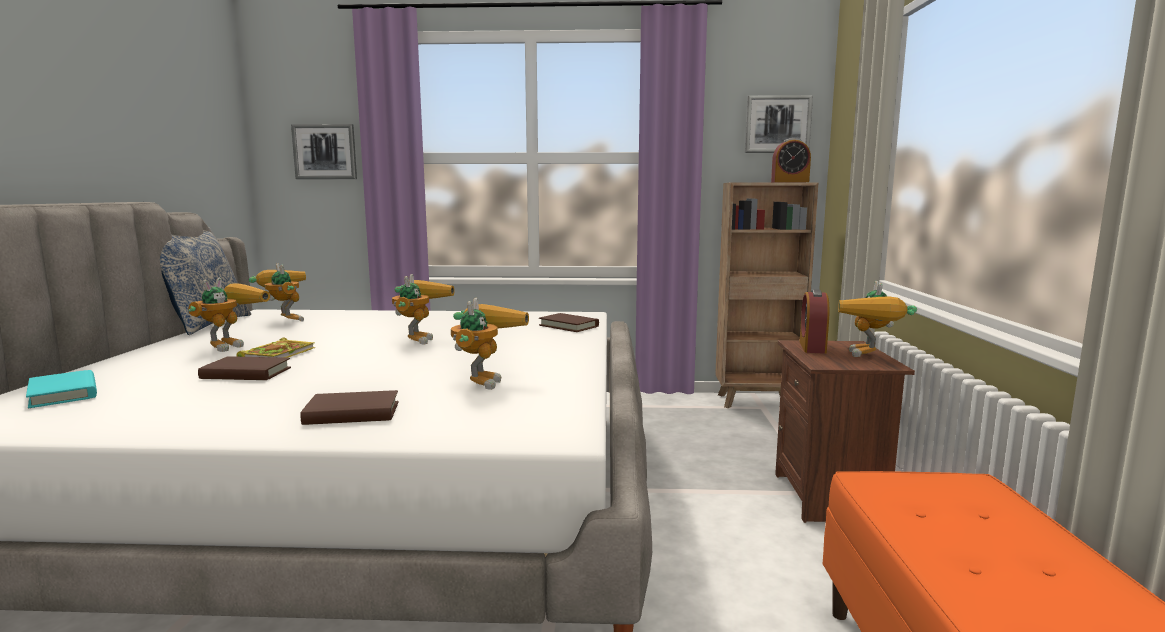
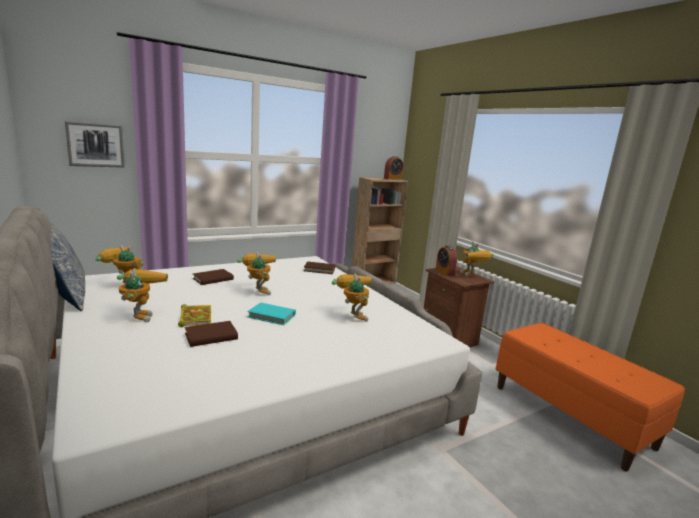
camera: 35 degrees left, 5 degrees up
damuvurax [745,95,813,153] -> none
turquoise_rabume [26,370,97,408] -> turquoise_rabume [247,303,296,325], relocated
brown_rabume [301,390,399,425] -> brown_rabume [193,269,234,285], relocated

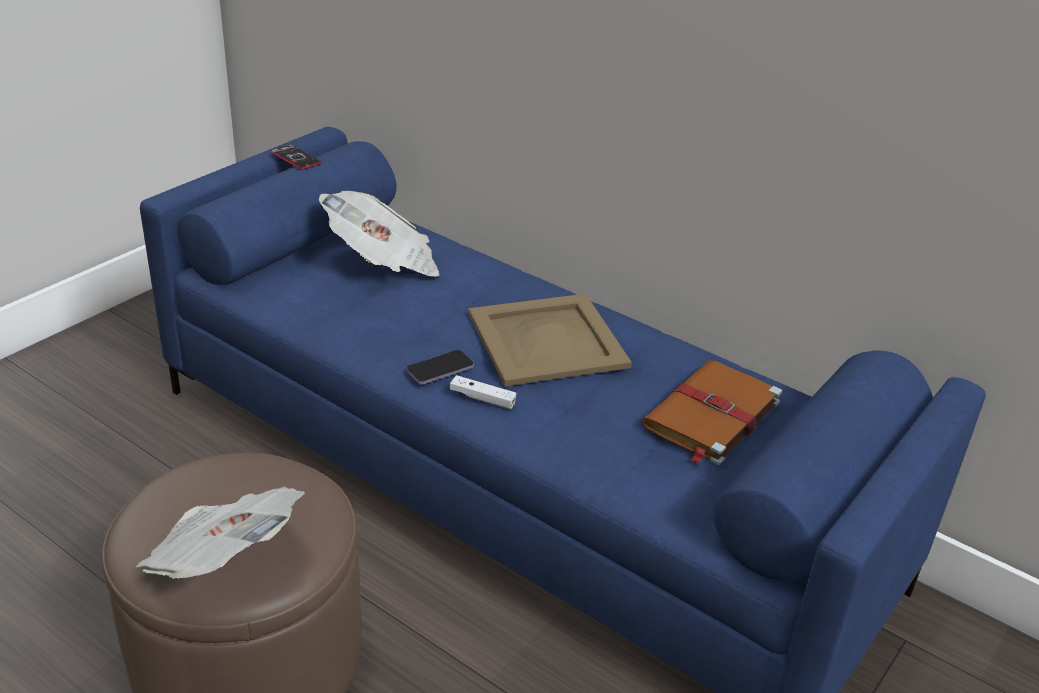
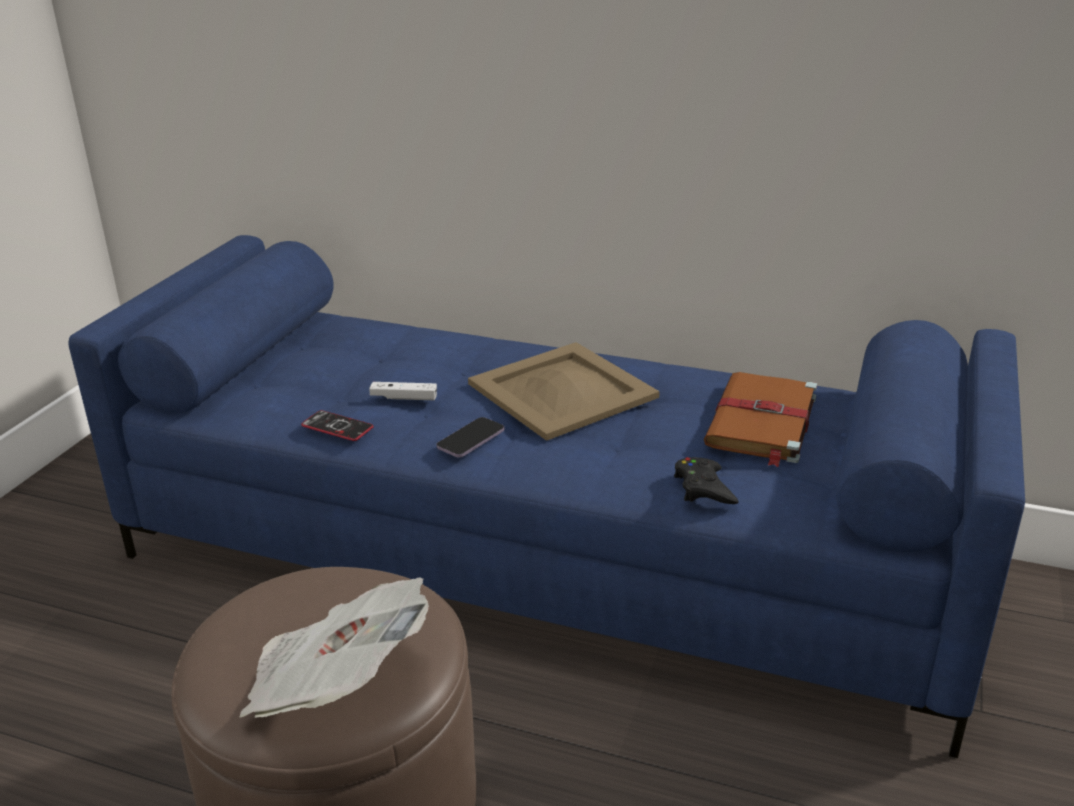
camera: 15 degrees left, 5 degrees down
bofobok [270,144,322,170] -> bofobok [301,410,374,441], relocated
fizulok [319,191,440,277] -> none
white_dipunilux [450,375,516,409] -> white_dipunilux [369,382,437,400], relocated
none -> black_dipunilux [674,457,739,504]

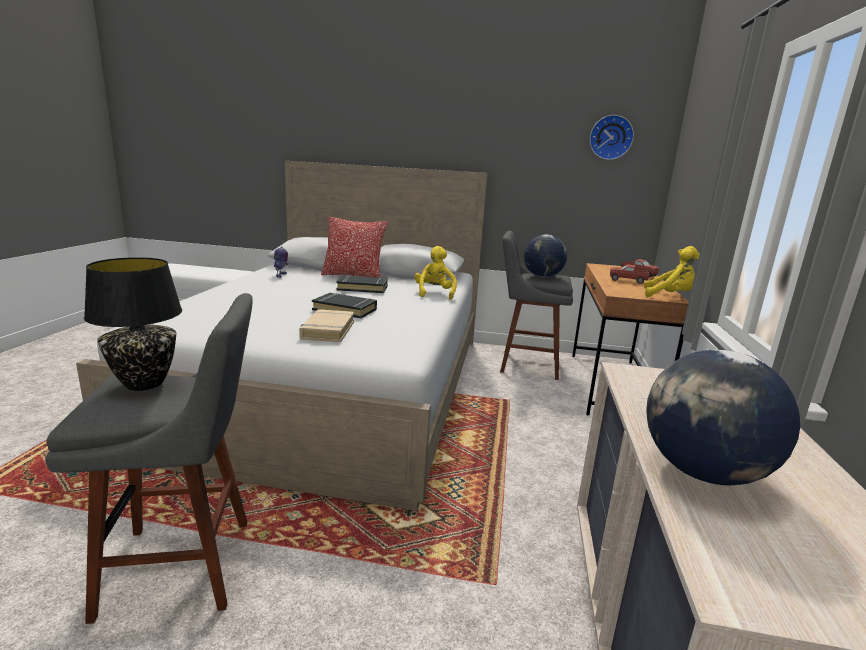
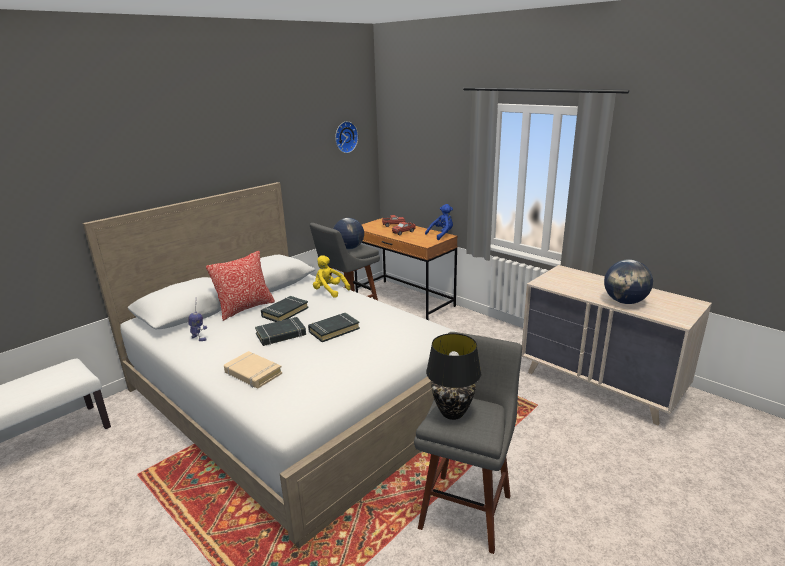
camera: 55 degrees left, 5 degrees up
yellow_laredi [644,246,700,297] -> blue_laredi [425,204,453,240]
beige_rabume [299,309,354,342] -> beige_rabume [224,351,282,389], relocated
none -> black_rabume [255,317,306,346]

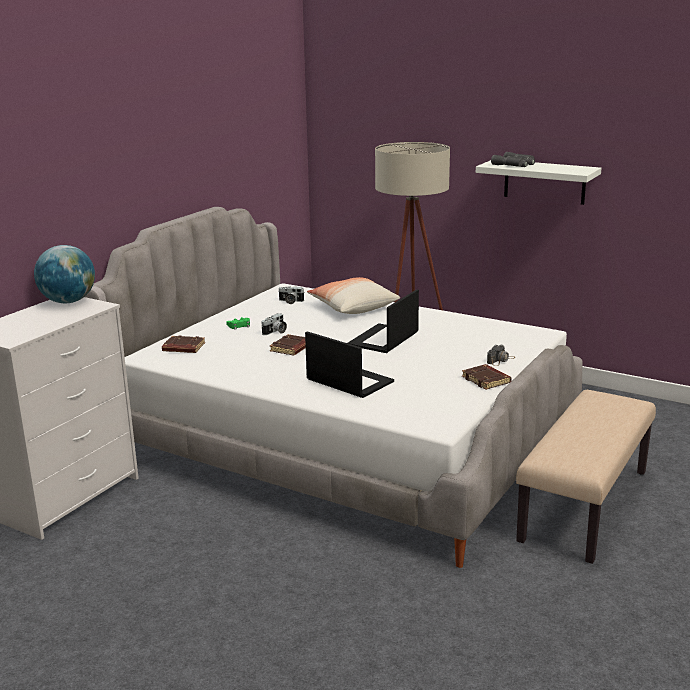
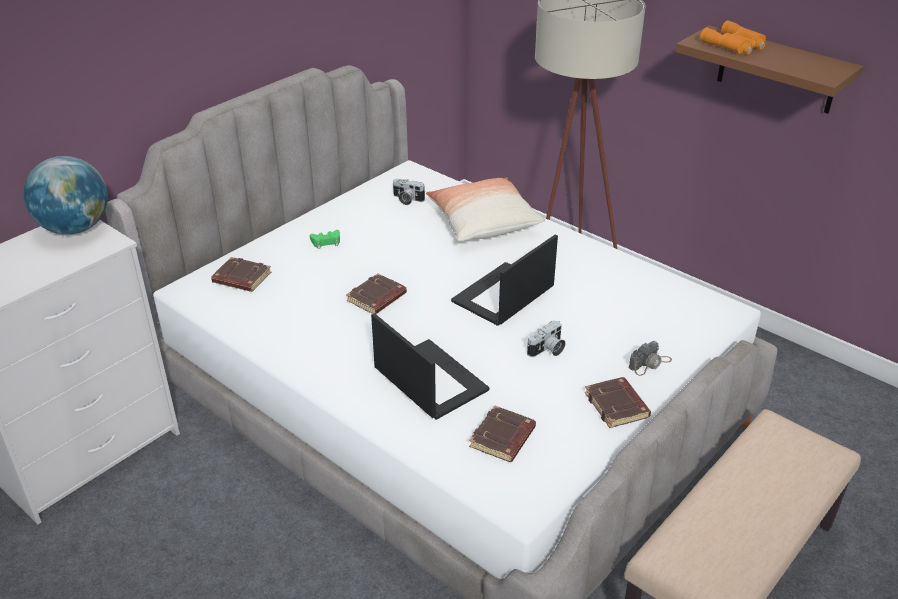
camera: 10 degrees right, 15 degrees up
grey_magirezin [491,152,535,167] -> orange_magirezin [700,20,766,54]
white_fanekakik [476,160,602,205] -> brown_fanekakik [675,26,864,114]
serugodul [261,313,287,335] -> serugodul [527,320,565,357], relocated
none -> brown_rabume [469,405,536,462]

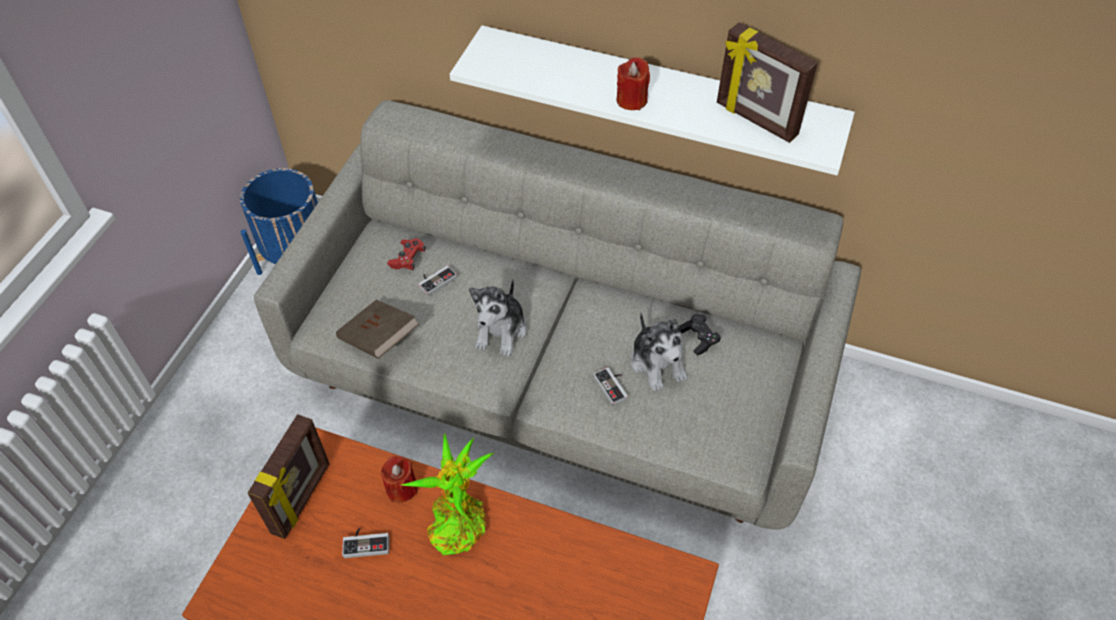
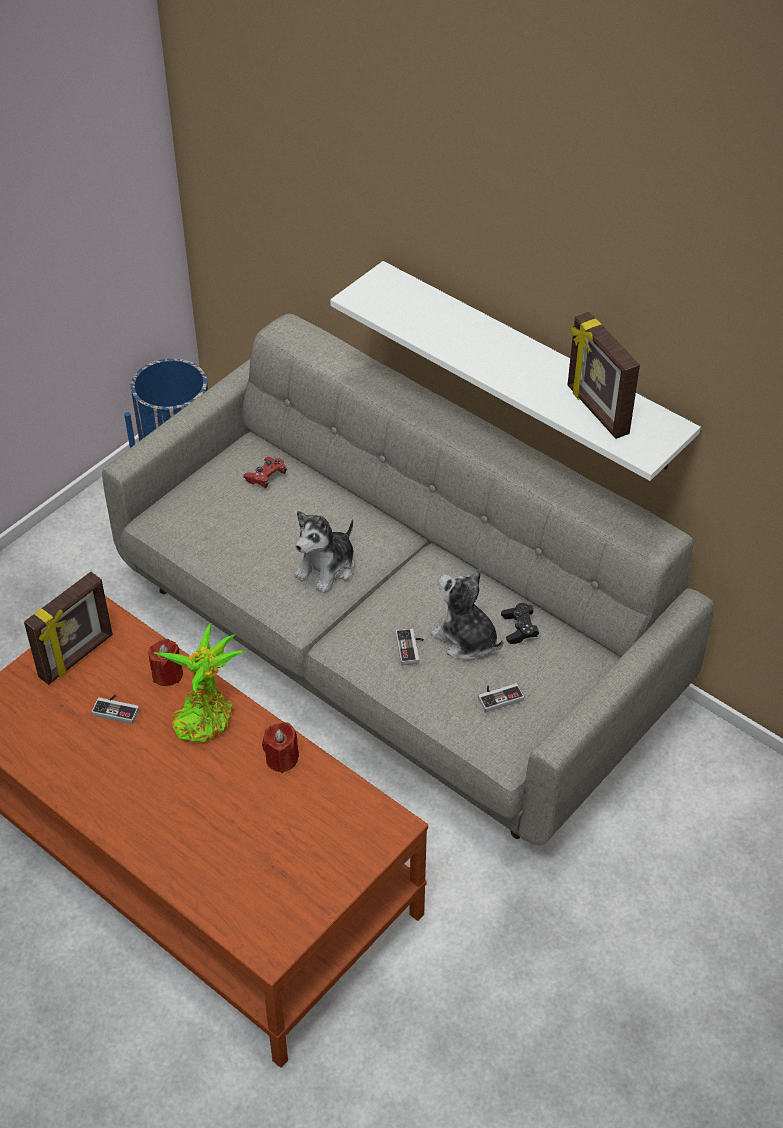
camera: 20 degrees right, 5 degrees down
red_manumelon [617,57,650,110] -> red_manumelon [262,722,299,773], relocated
dipunilux [418,266,457,296] -> dipunilux [478,683,524,712], relocated
brown_rabume [336,300,419,359] -> none
laredi [631,312,687,392] -> laredi [431,569,503,661], 135 degrees clockwise

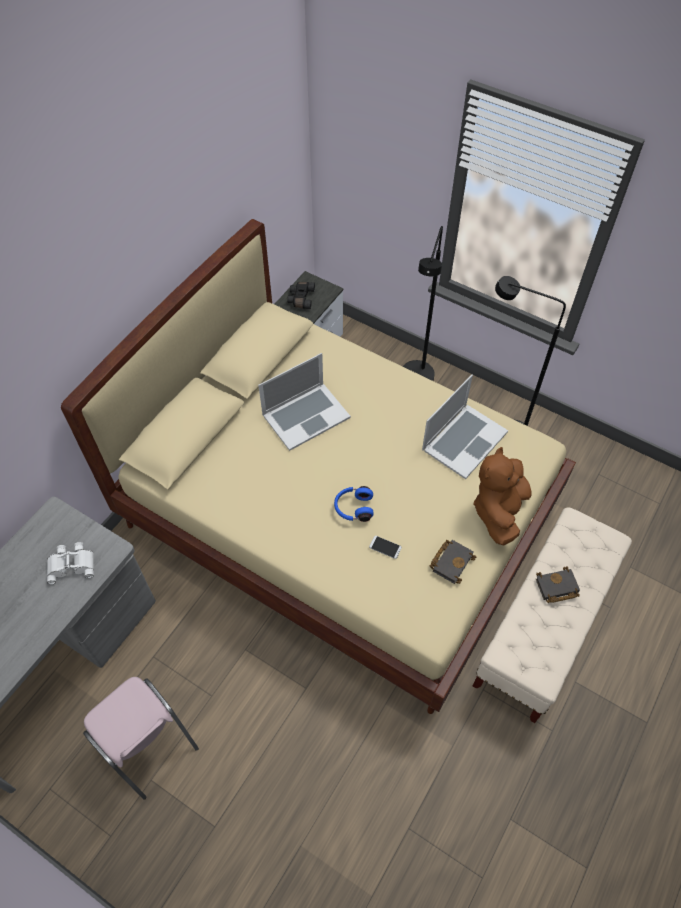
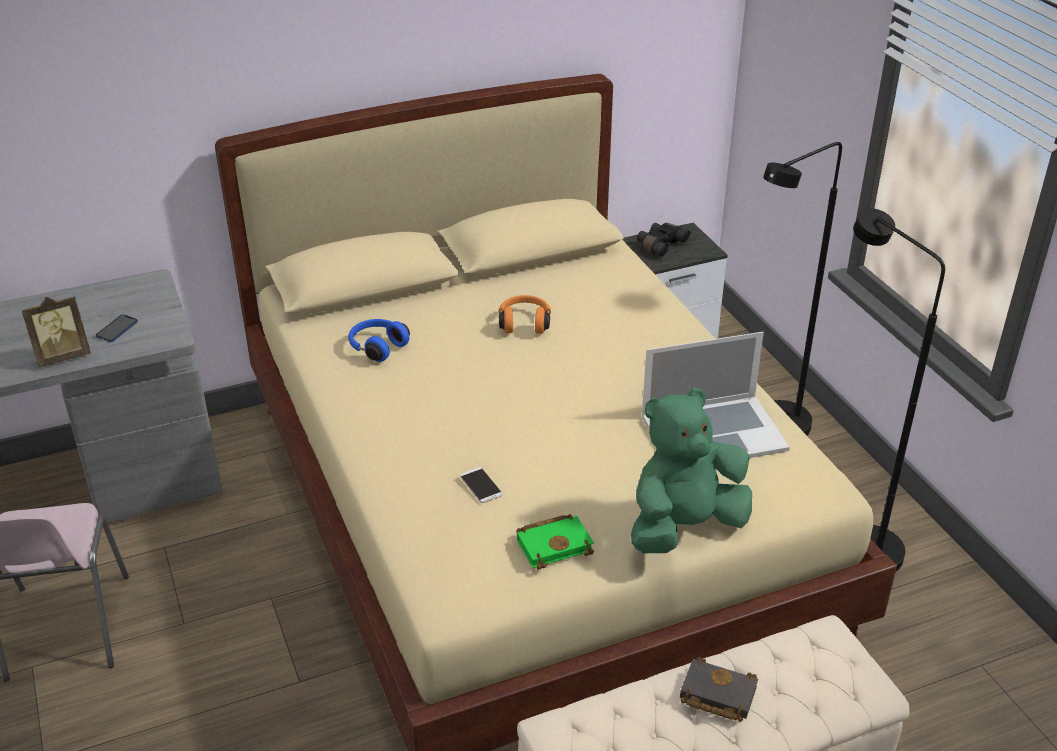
camera: 35 degrees right, 20 degrees down
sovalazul [258,353,351,451] -> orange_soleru [499,295,551,334]
brown_laredi [473,447,532,545] -> green_laredi [631,388,752,553]
blue_soleru [334,486,374,522] -> blue_soleru [348,319,410,362], relocated
black_rabume [429,540,476,584] -> green_rabume [517,514,594,570]
white_magirezin [47,542,94,584] -> bofobok [96,314,138,342]
none -> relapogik [21,296,91,368]

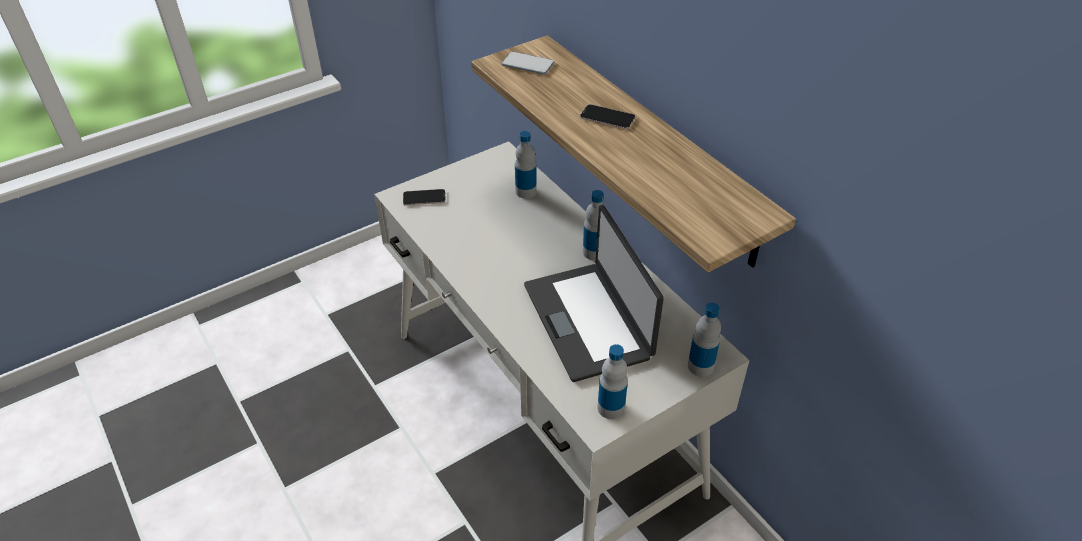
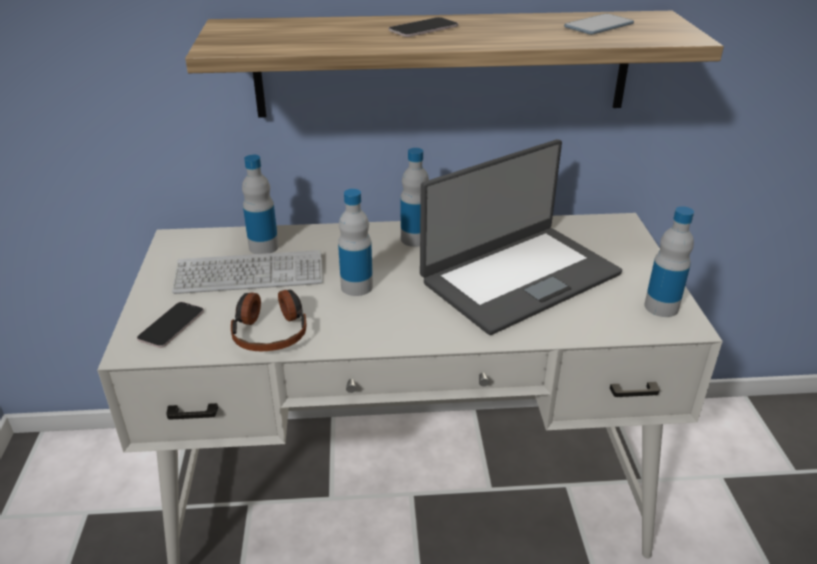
camera: 60 degrees left, 10 degrees down
bofobok [501,51,554,74] -> bofobok [564,14,634,35], relocated
sovalazul [524,205,664,382] -> sovalazul [420,139,622,335], 45 degrees counterclockwise
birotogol [688,303,721,377] -> birotogol [338,189,373,296], relocated
none -> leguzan [172,250,323,294]
none -> soleru [231,290,306,351]

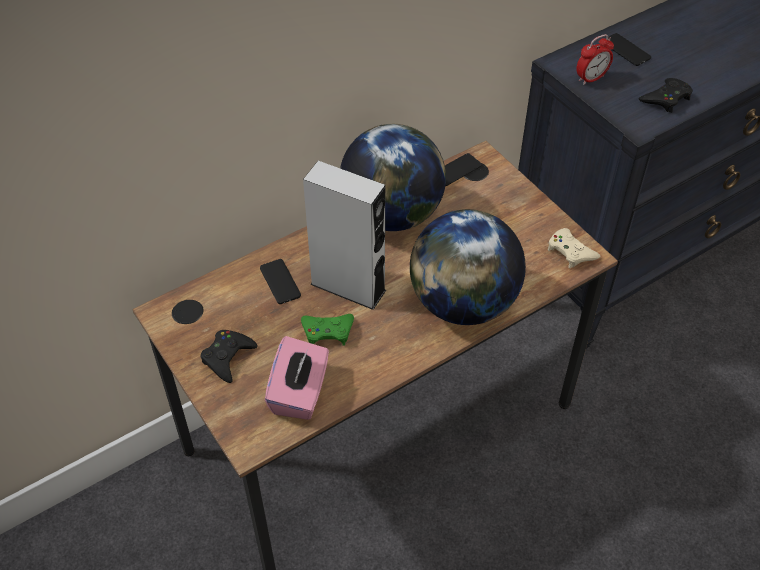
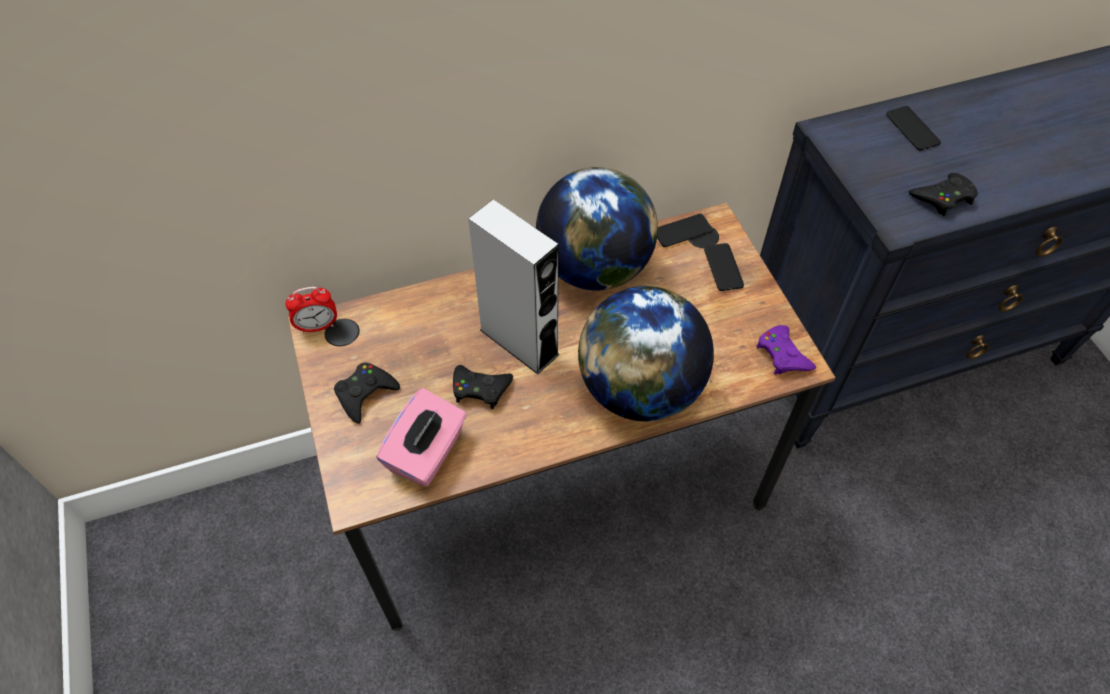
camera: 15 degrees right, 5 degrees up
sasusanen [576,34,614,85] -> sasusanen [285,287,337,334], relocated
beige_dipunilux [548,228,600,268] -> purple_dipunilux [756,325,816,375]
bofobok [260,259,301,304] -> bofobok [704,243,744,291], relocated
green_dipunilux [301,314,354,346] -> black_dipunilux [453,365,513,409]

